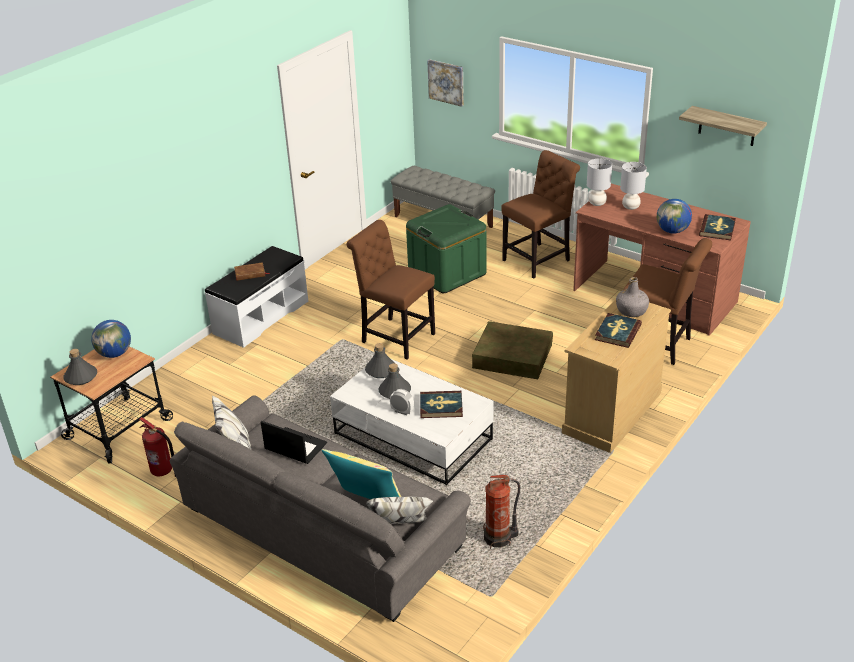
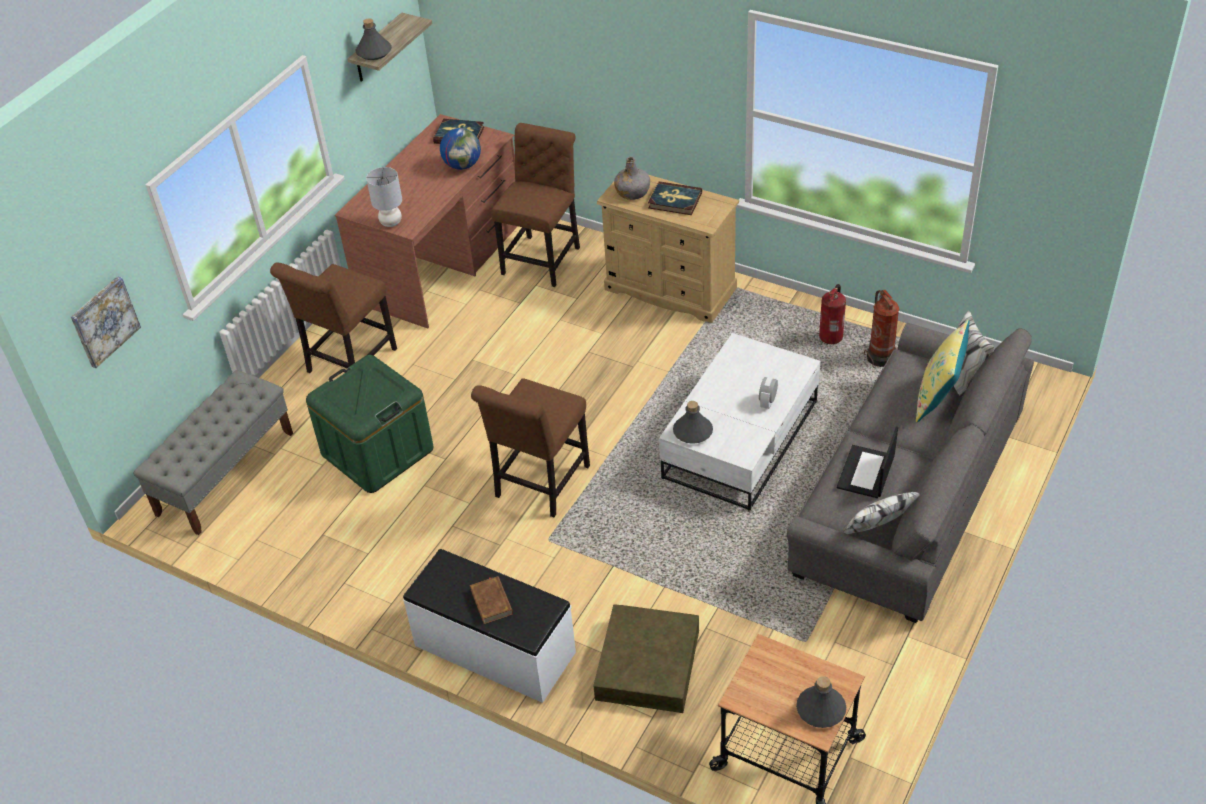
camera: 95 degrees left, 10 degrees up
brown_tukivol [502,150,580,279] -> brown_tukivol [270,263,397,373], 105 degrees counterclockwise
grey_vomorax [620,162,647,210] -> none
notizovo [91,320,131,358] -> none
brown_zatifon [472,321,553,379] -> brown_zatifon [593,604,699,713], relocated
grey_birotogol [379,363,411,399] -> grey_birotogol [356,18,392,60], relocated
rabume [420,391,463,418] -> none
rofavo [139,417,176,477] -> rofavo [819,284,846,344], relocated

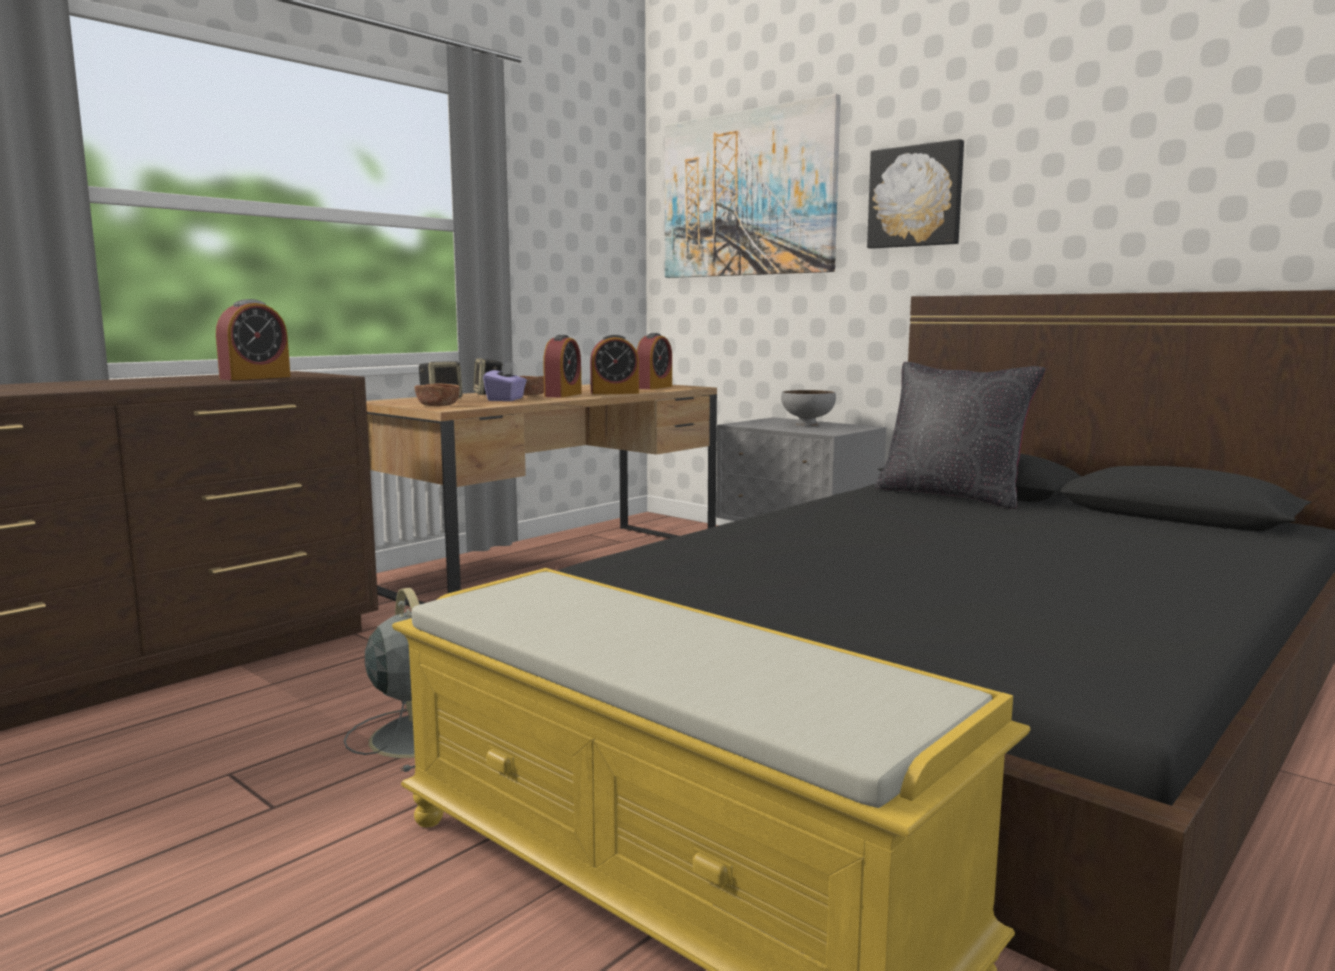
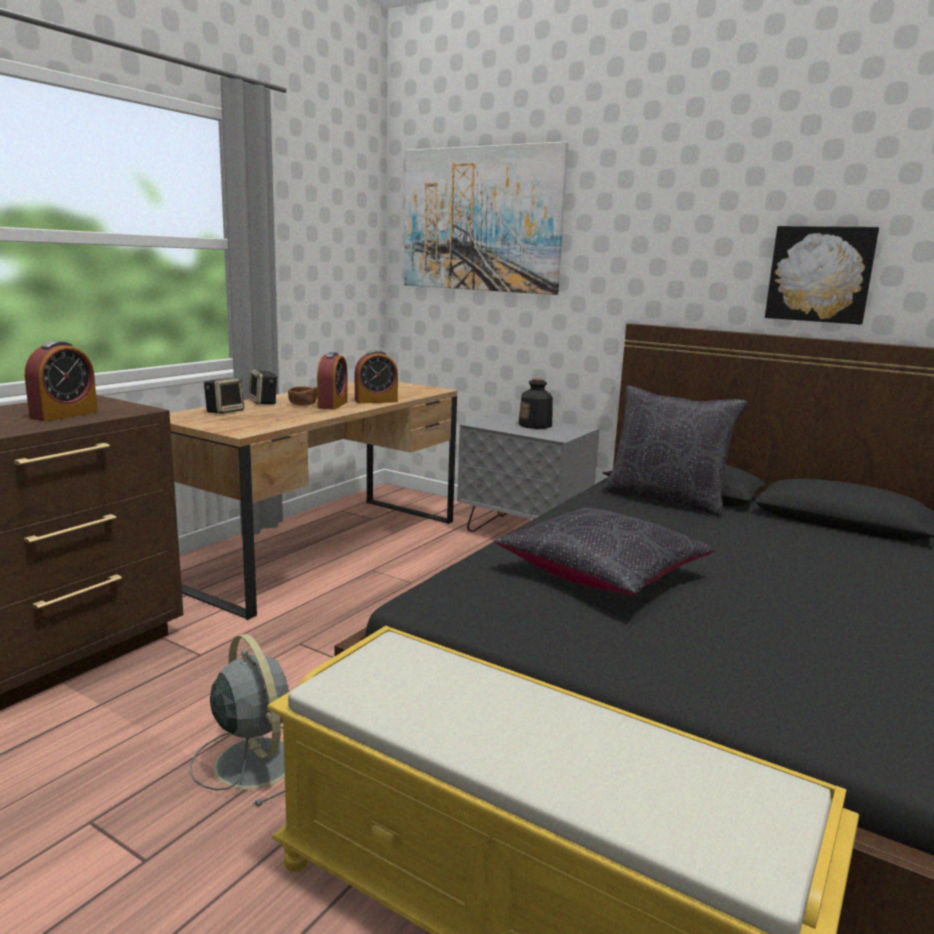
camera: 10 degrees left, 5 degrees up
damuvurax [867,139,964,249] -> damuvurax [765,226,879,325], relocated
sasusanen [637,333,672,389] -> none
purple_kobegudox [483,362,527,401] -> none
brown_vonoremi [414,383,460,406] -> none
grey_vonoremi [781,390,836,426] -> birotogol [519,378,553,429]
none -> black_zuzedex [494,507,715,594]

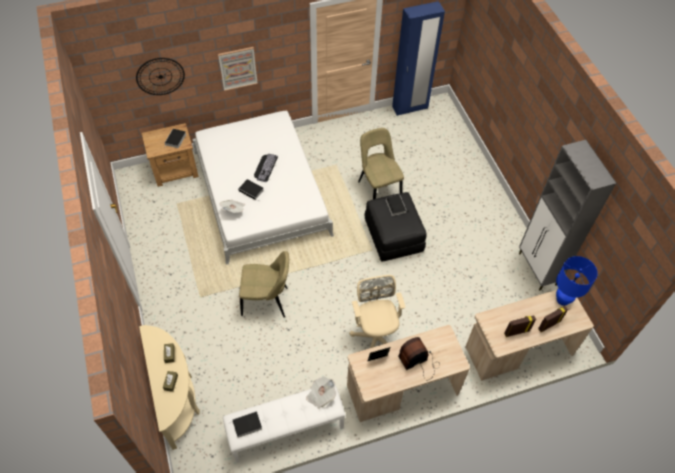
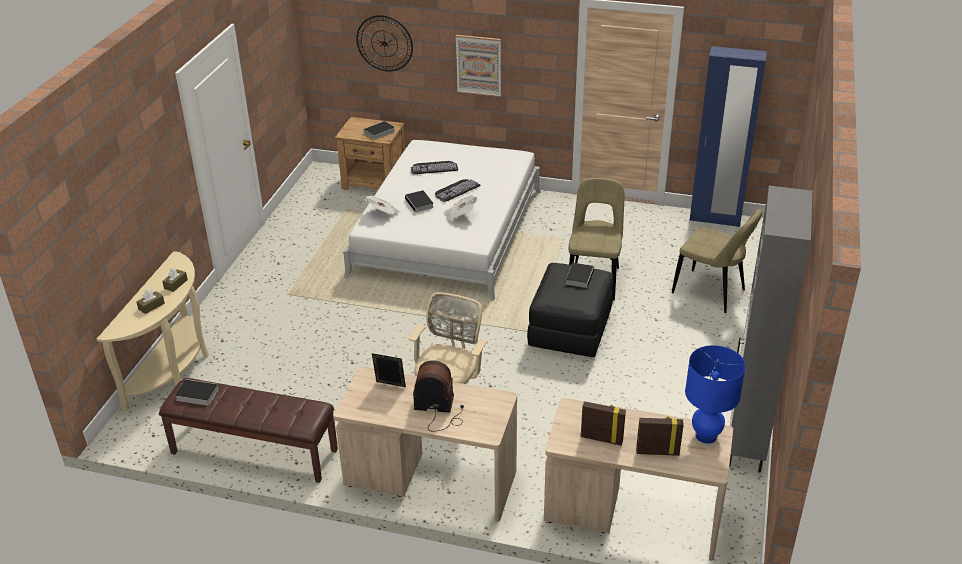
camera: 35 degrees right, 20 degrees down
beige_tukivol [239,251,289,318] -> beige_tukivol [672,209,763,313], relocated
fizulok [306,376,336,409] -> fizulok [444,195,478,221], relocated
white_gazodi [223,385,346,463] -> brown_gazodi [159,378,338,483]
none -> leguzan [411,161,458,174]

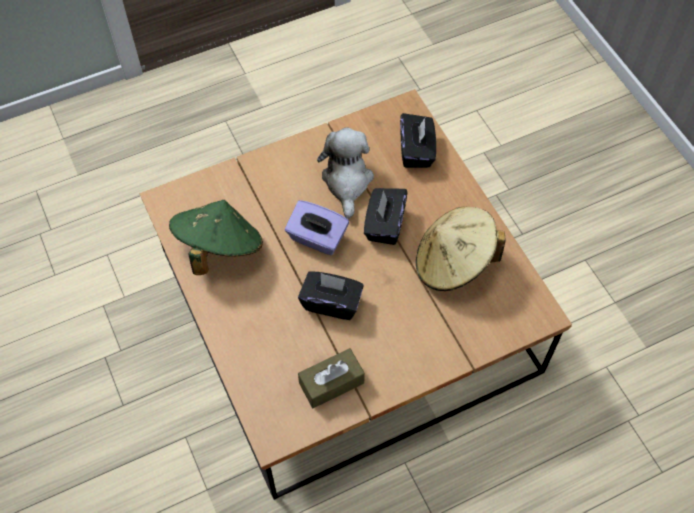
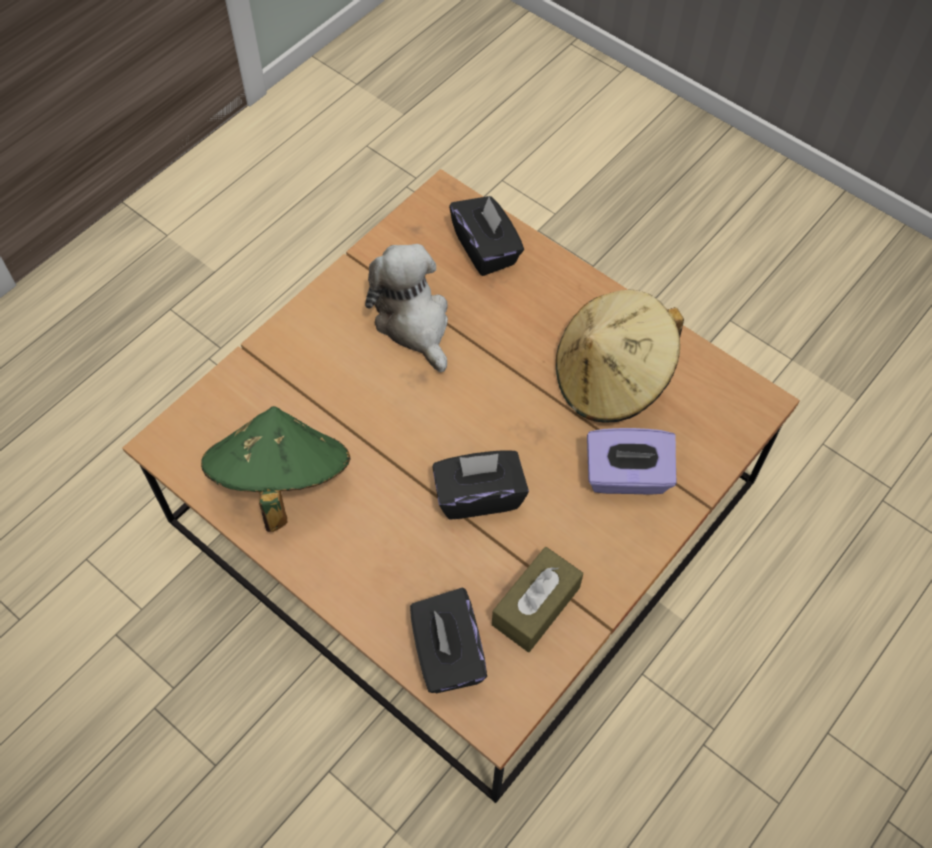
camera: 25 degrees left, 0 degrees up
black_kobegudox [364,188,407,245] -> black_kobegudox [410,588,487,693], relocated
purple_kobegudox [285,200,349,255] -> purple_kobegudox [587,428,677,495], relocated

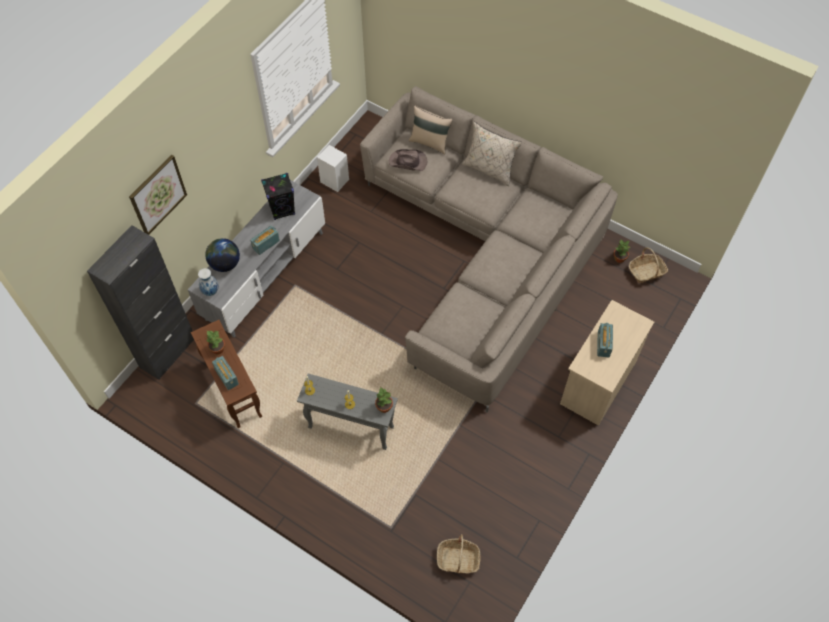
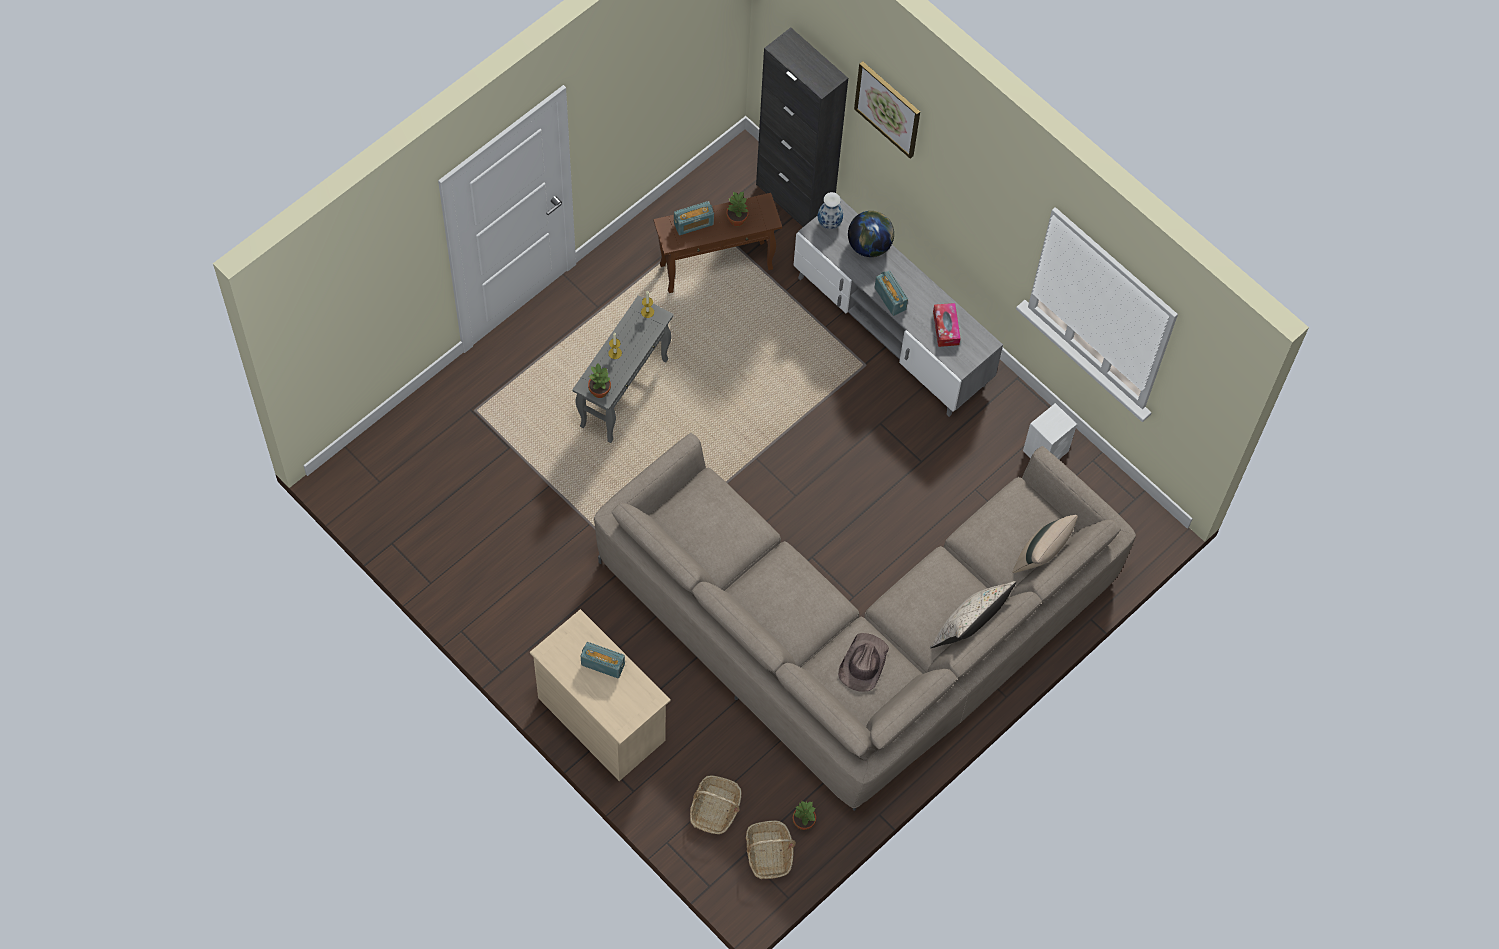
camera: 100 degrees right, 5 degrees up
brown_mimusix [389,149,427,171] -> brown_mimusix [838,633,889,692], relocated
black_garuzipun [261,173,295,220] -> kobegudox [933,303,961,347]
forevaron [437,534,480,574] -> forevaron [690,775,742,834], relocated

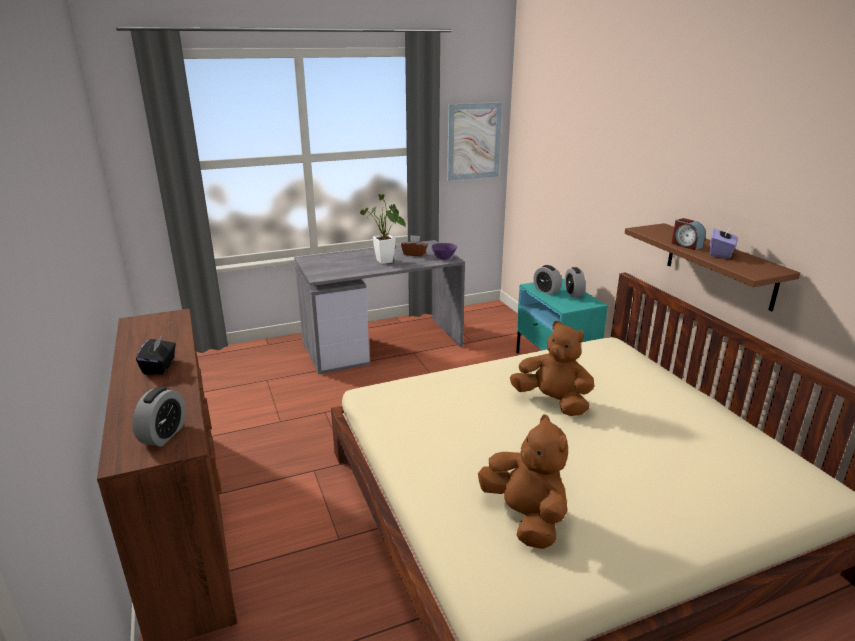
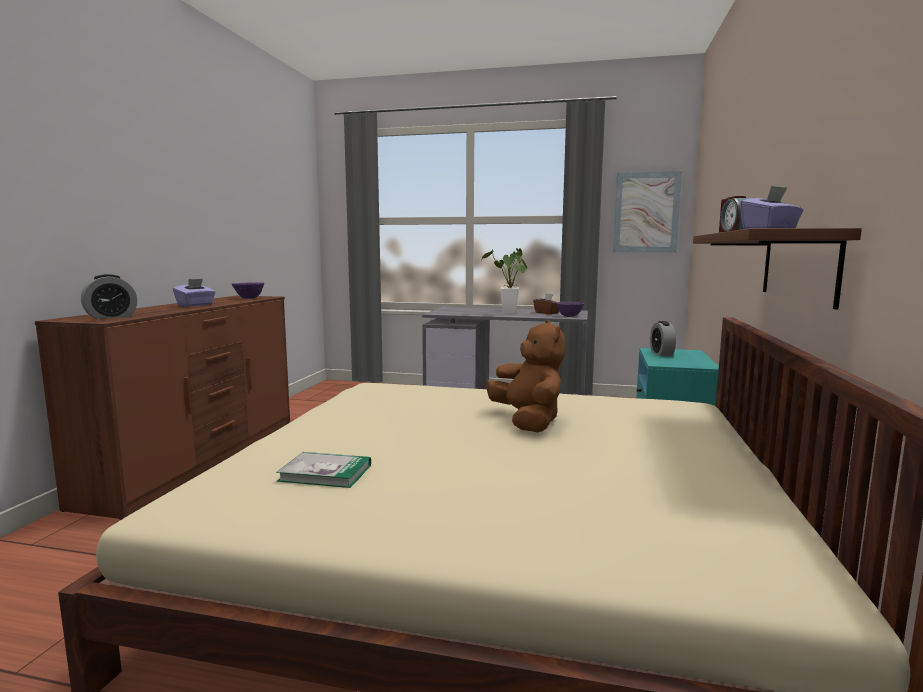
camera: 35 degrees right, 15 degrees down
sasusanen [564,267,585,297] -> none
black_kobegudox [136,335,176,375] -> purple_kobegudox [173,279,216,306]
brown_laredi [478,414,568,549] -> rabume [276,452,371,488]
none -> purple_vonoremi [232,282,265,299]

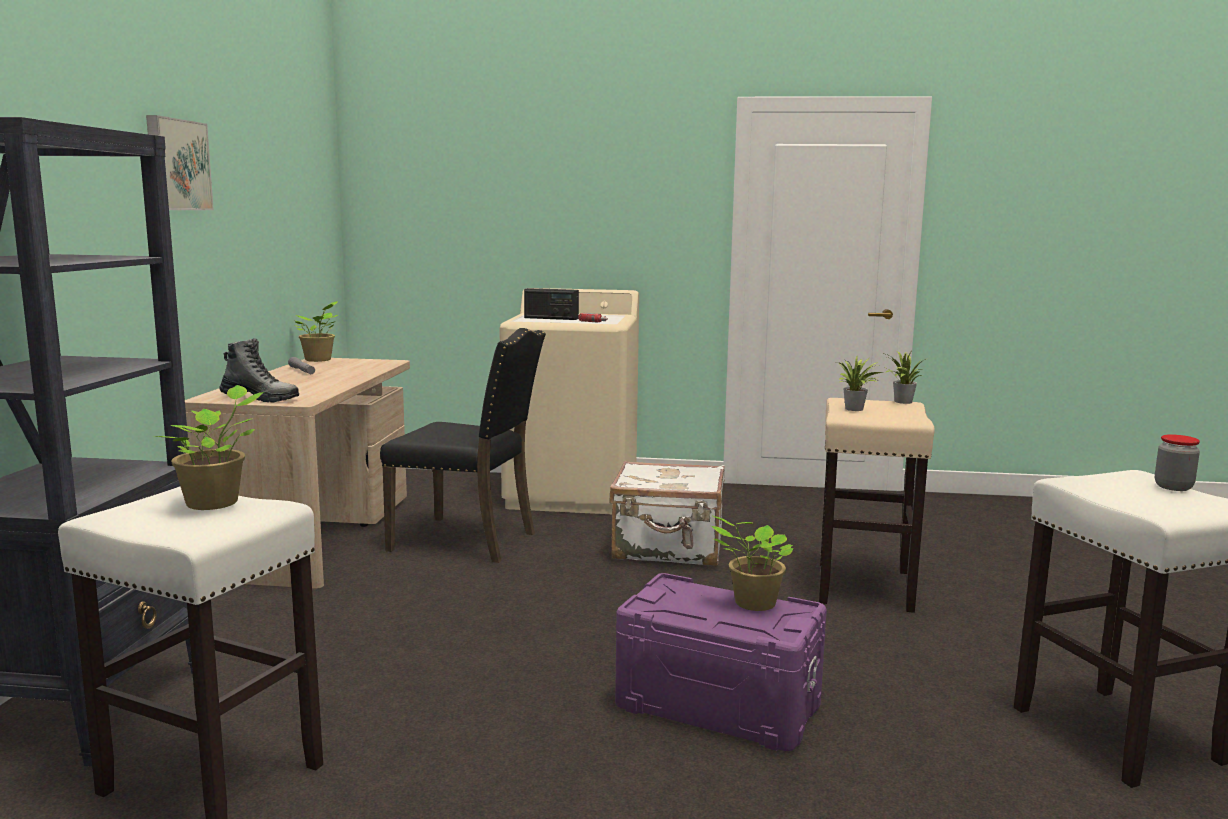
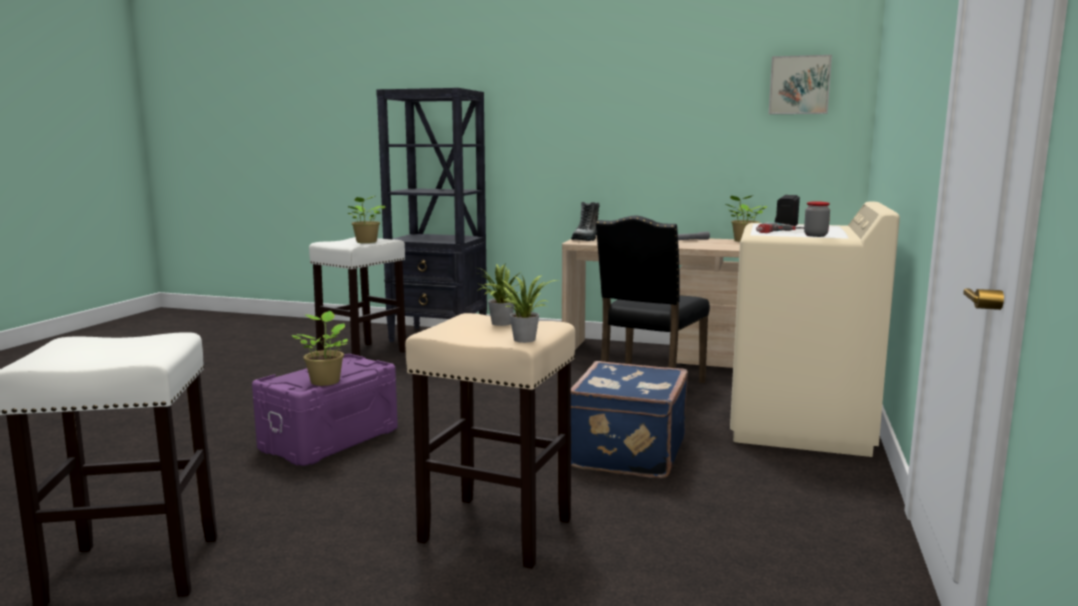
camera: 100 degrees right, 0 degrees up
damuvurax [146,115,214,210] -> damuvurax [769,55,832,114], relocated
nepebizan [1155,434,1200,491] -> nepebizan [804,201,830,237], relocated
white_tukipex [609,461,725,566] -> blue_tukipex [571,361,688,479]

